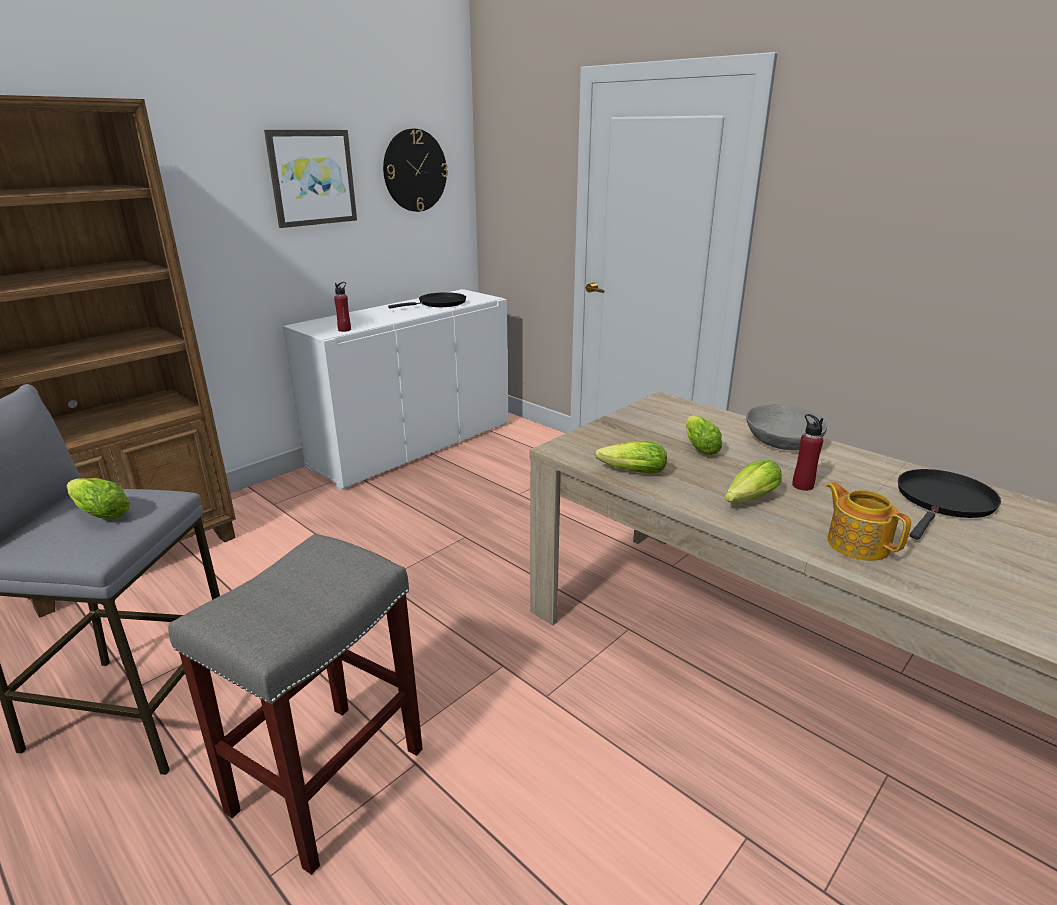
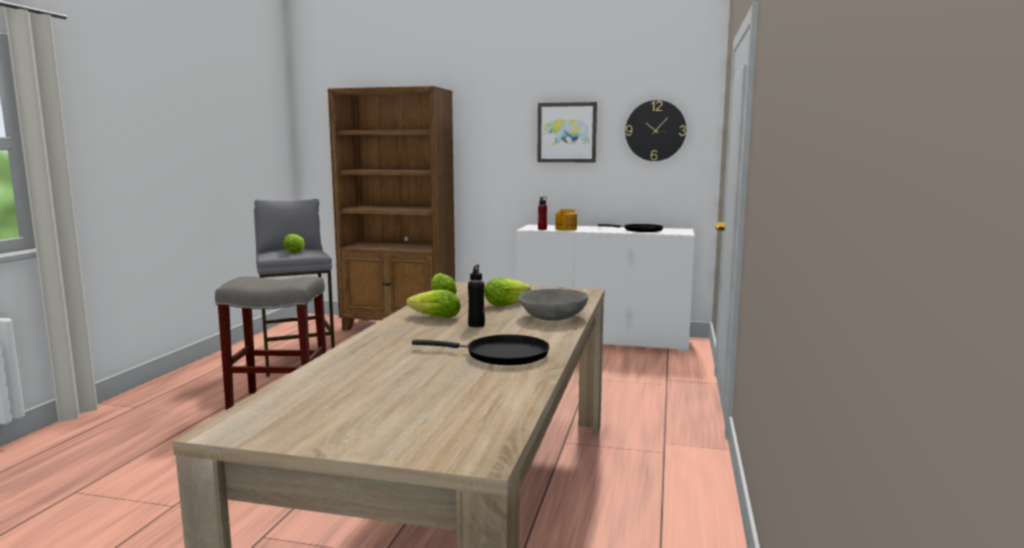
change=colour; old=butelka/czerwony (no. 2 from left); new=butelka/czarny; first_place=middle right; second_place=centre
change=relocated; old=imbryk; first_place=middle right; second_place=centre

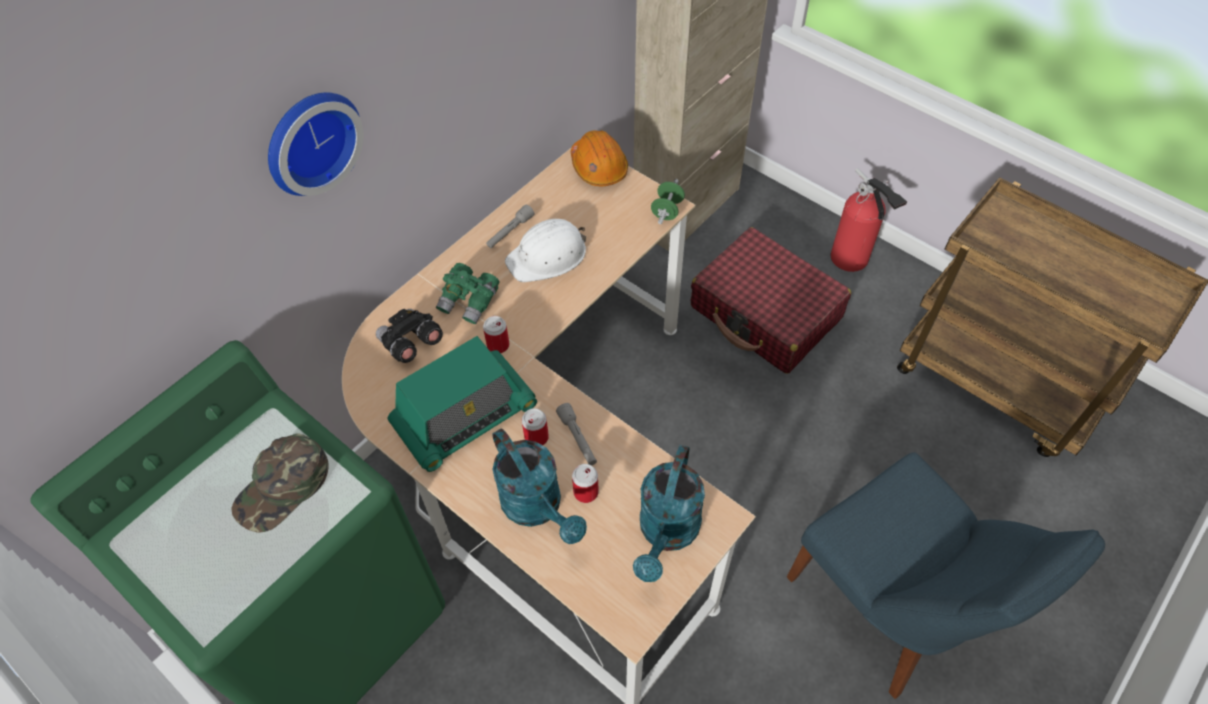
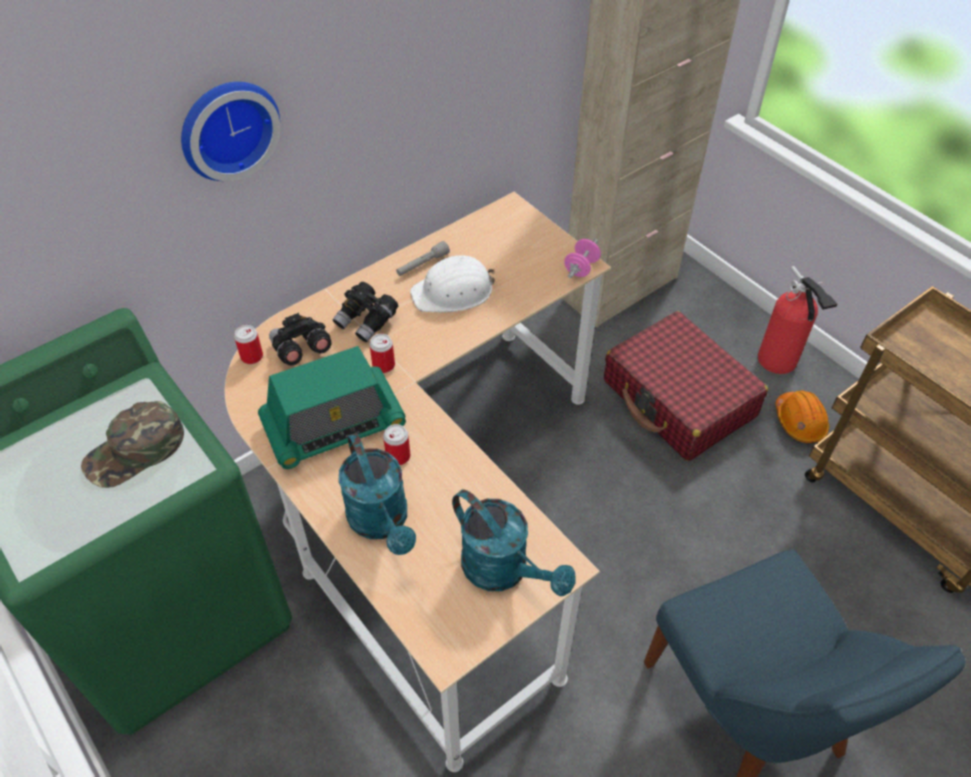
change=relocated; old=puszka (no. 3 from left in the first image); new=puszka (no. 1 from left); first_place=bottom centre; second_place=middle left
change=colour; old=lornetka/zielony; new=lornetka/czarny (no. 2 from left); first_place=centre; second_place=centre
change=spun; old=konewka/turkusowy (no. 2 from left); first_place=bottom centre; second_place=bottom centre; degrees=-75
change=colour; old=hantel/zielony; new=hantel/różowy; first_place=top centre; second_place=top centre
change=relocated; old=kask/pomarańczowy; first_place=top centre; second_place=middle right
change=missing; old=latarka/szary (no. 2 from left); first_place=centre

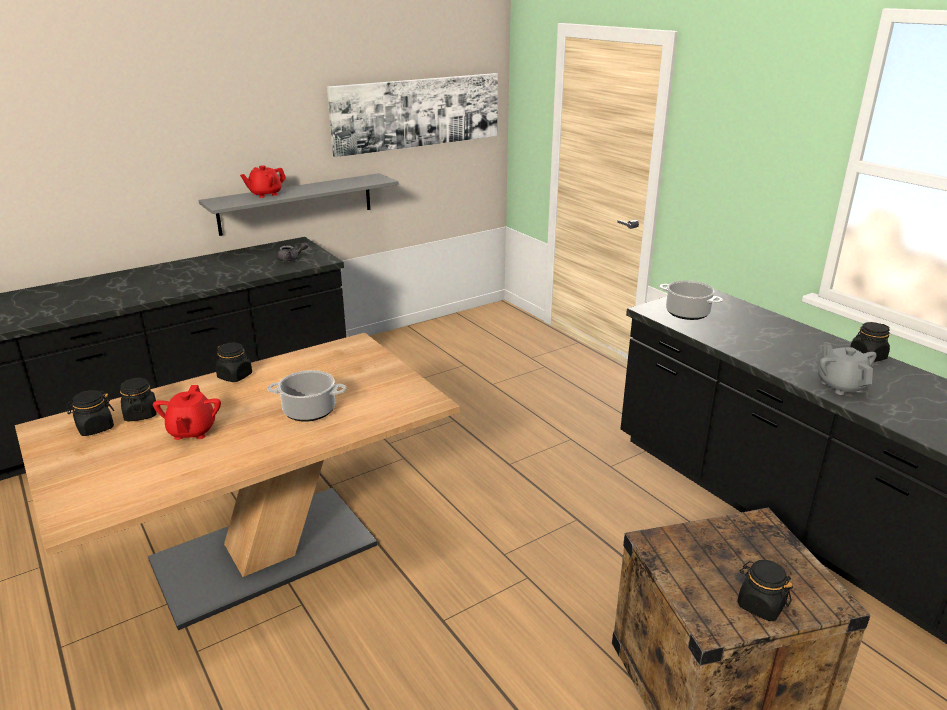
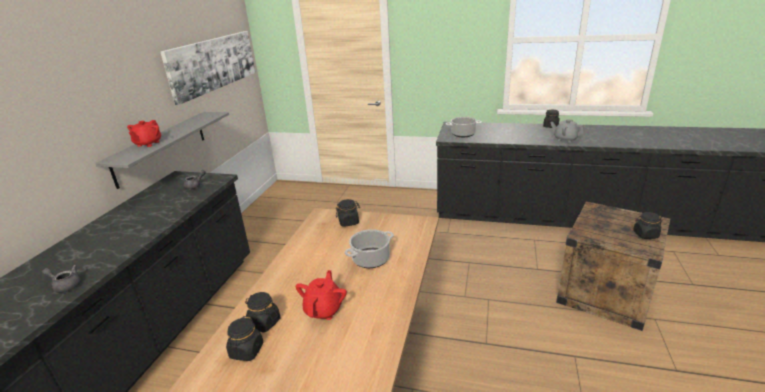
change=appeared; new=imbryk/szary (no. 1 from left); second_place=bottom left
change=spun; old=imbryk/czerwony (no. 1 from left in the first image); first_place=middle left; second_place=bottom centre; degrees=-120
change=relocated; old=słoik/czarny (no. 3 from left); first_place=middle left; second_place=centre

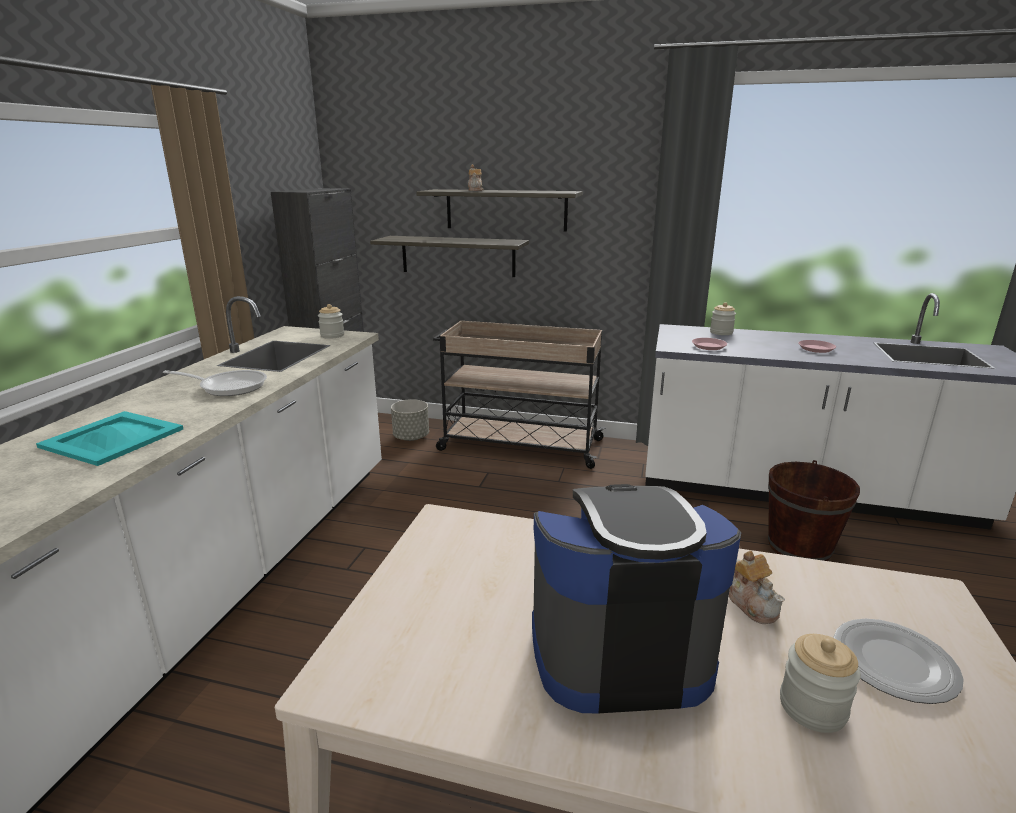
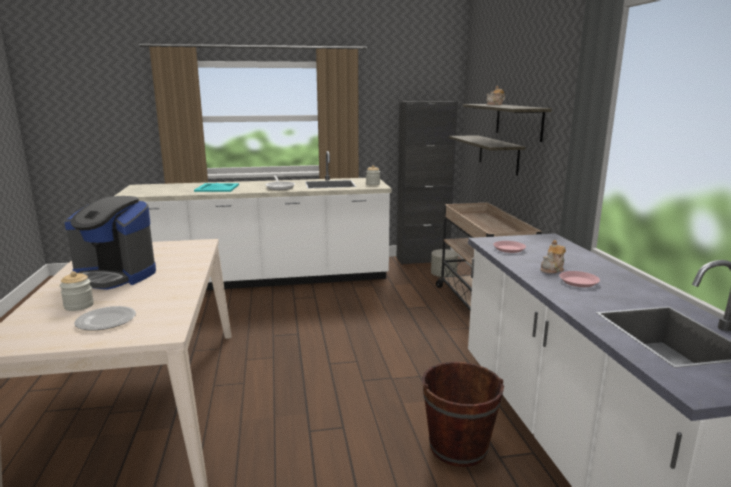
change=spun; old=ekspres do kawy; first_place=bottom centre; second_place=middle left; degrees=135
change=relocated; old=imbryk (no. 2 from left); first_place=bottom right; second_place=middle right
change=missing; old=słoik (no. 2 from left); first_place=middle right

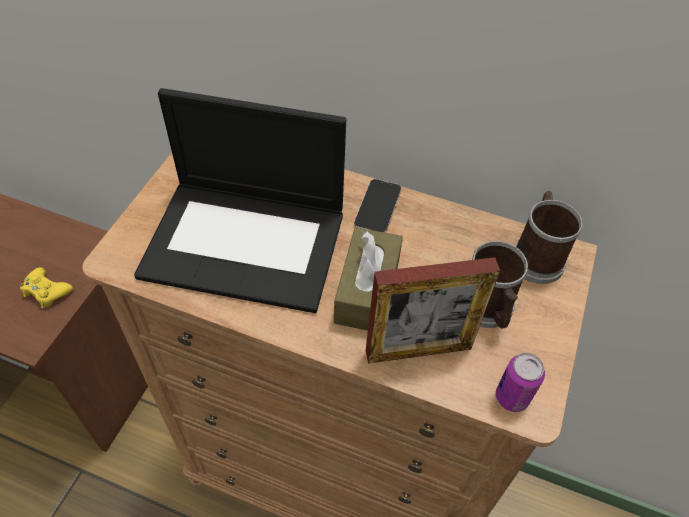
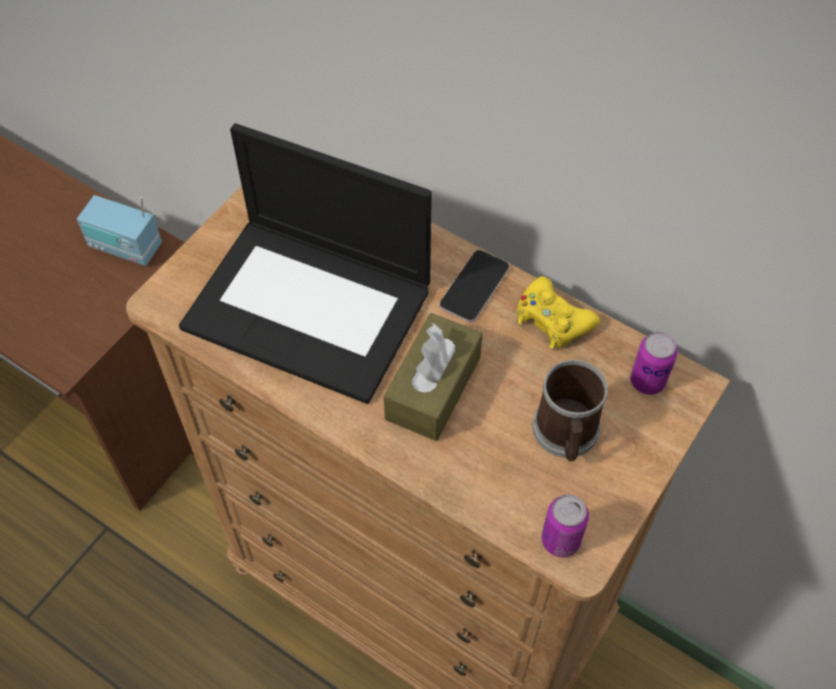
change=appeared; new=radio; second_place=middle left
change=relocated; old=pad do gier/żółty; first_place=middle left; second_place=middle right
change=exchanged; old=kubek (no. 2 from left); new=puszka (no. 2 from left); first_place=middle right; second_place=middle right
change=missing; old=ramka na zdjęcie; first_place=centre

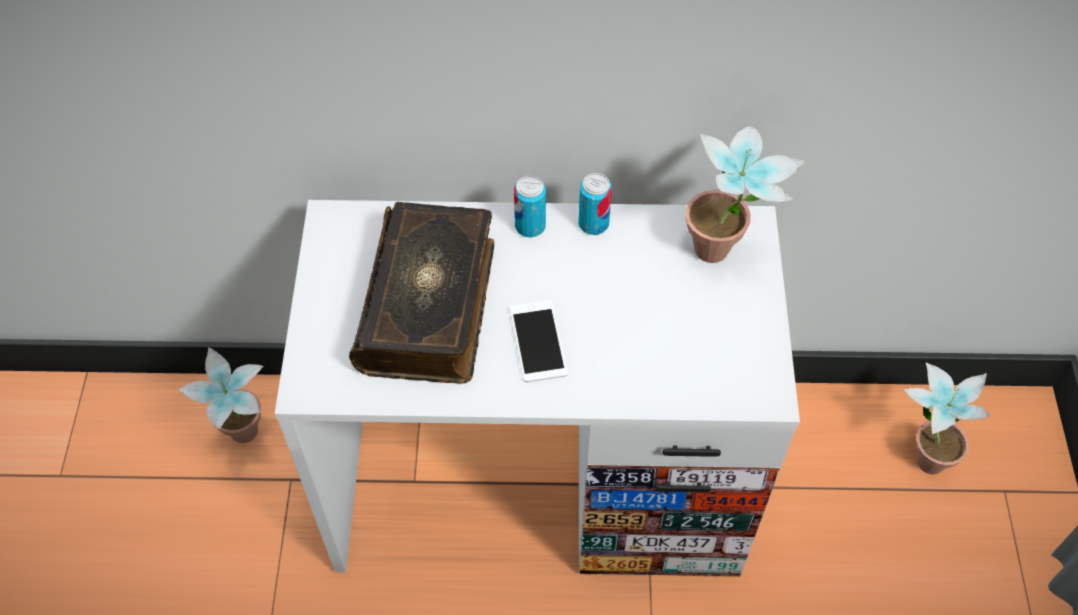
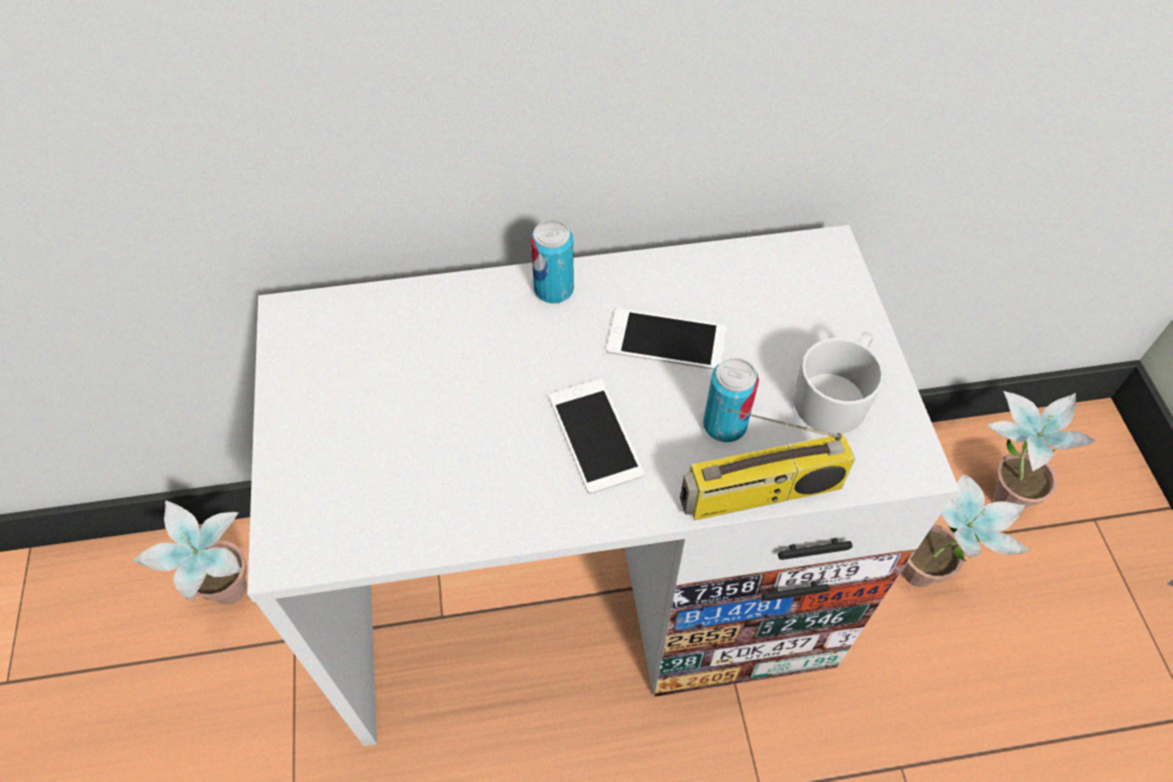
change=appeared; new=telefon (no. 2 from left); second_place=centre
change=appeared; new=radio; second_place=centre
change=relocated; old=puszka (no. 2 from left); first_place=top centre; second_place=centre
change=appeared; new=kubek/biały; second_place=middle right
change=relocated; old=roślina doniczkowa (no. 2 from left); first_place=top right; second_place=bottom right
change=missing; old=książka; first_place=centre

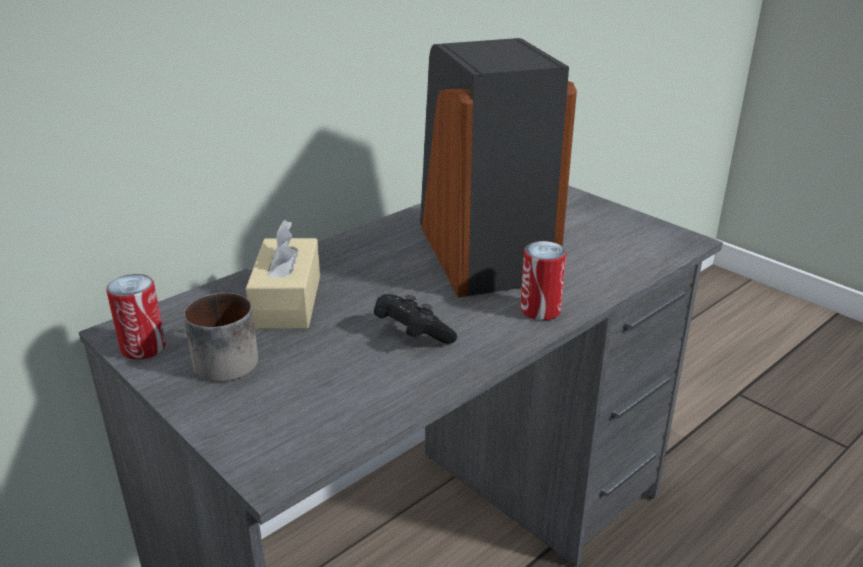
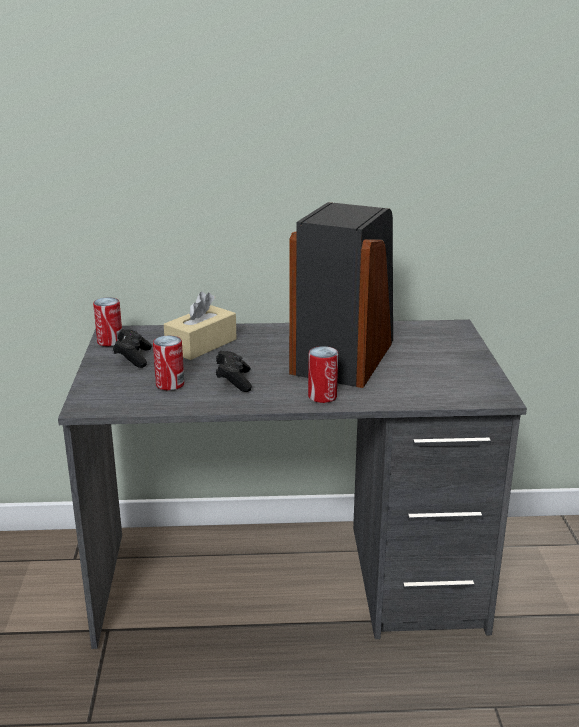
change=exchanged; old=kubek; new=pad do gier/czarny (no. 1 from left); first_place=middle left; second_place=middle left
change=appeared; new=puszka (no. 2 from left); second_place=middle left

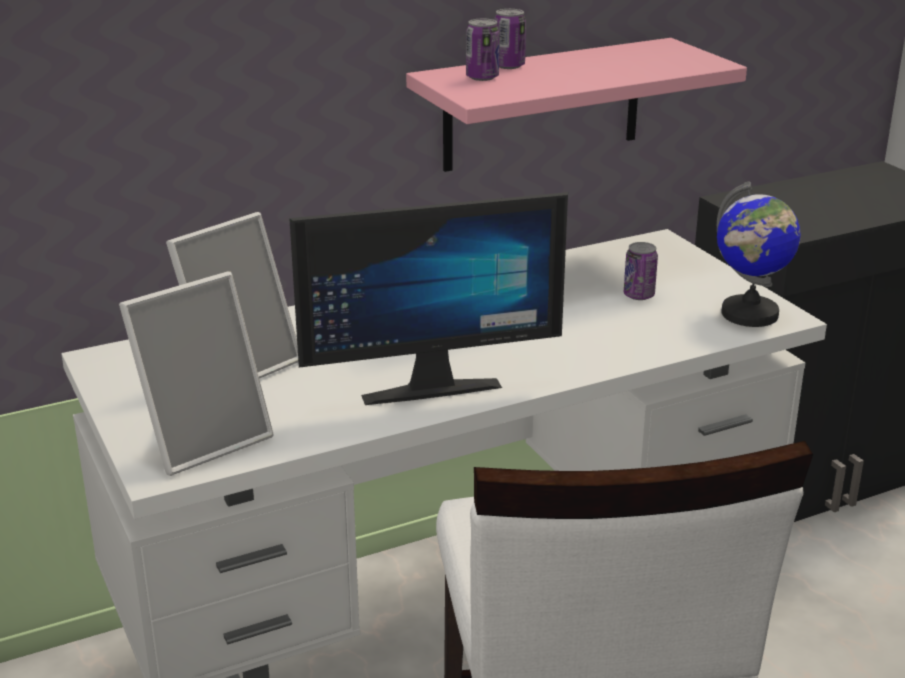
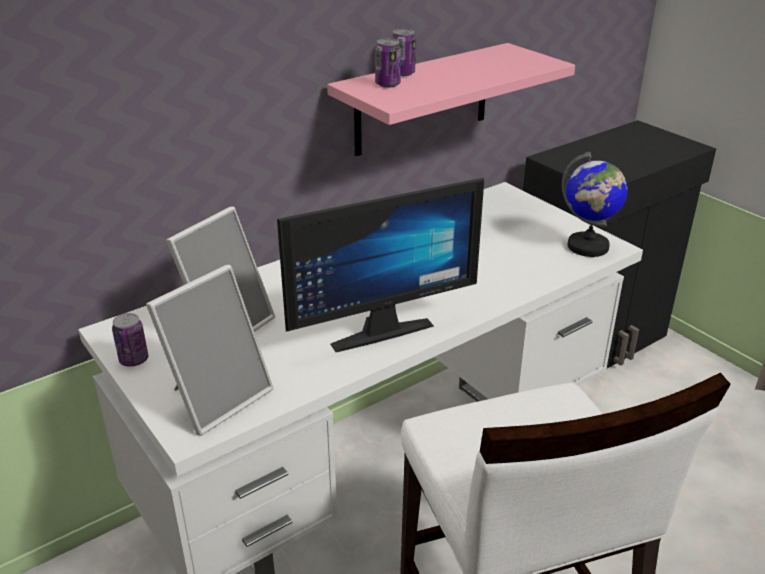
change=relocated; old=puszka (no. 3 from left in the first image); new=puszka (no. 1 from left); first_place=middle right; second_place=middle left

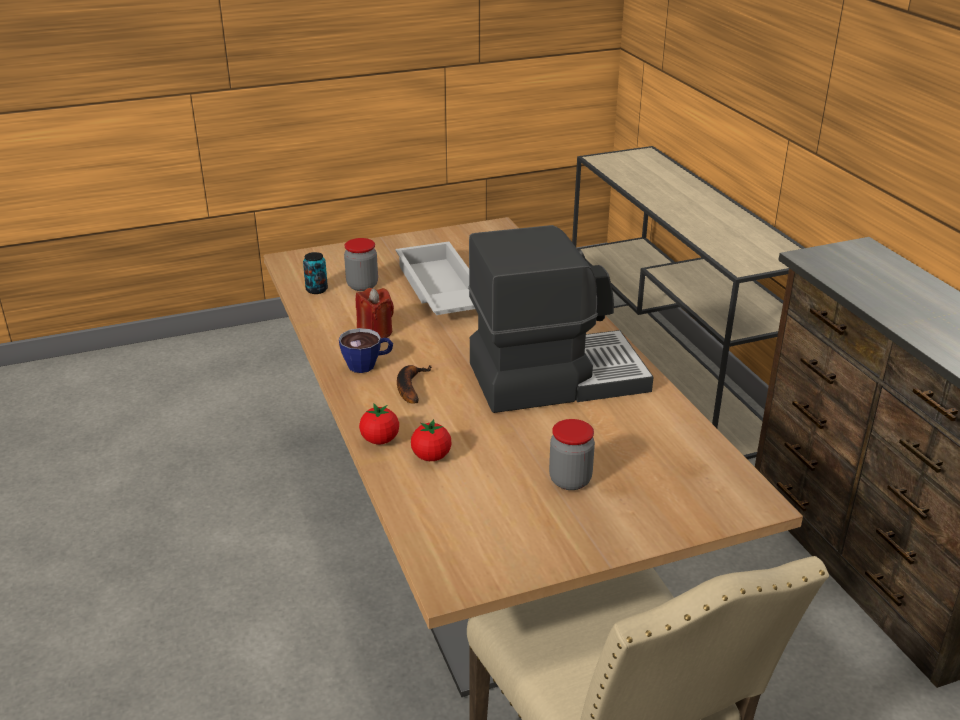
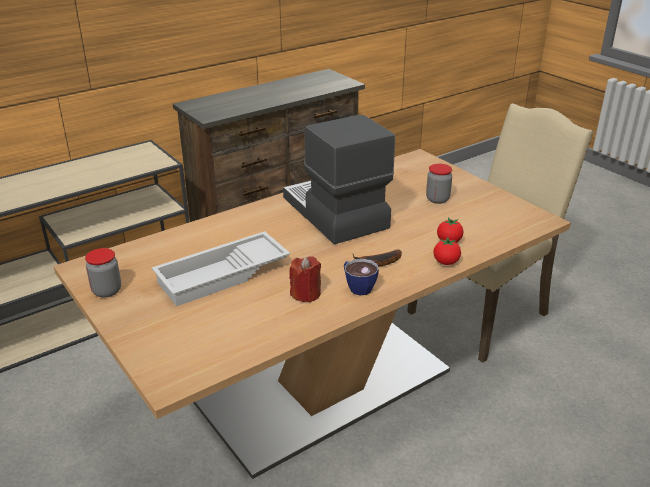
change=relocated; old=słoik (no. 1 from left); first_place=centre; second_place=middle left
change=missing; old=puszka; first_place=middle left

